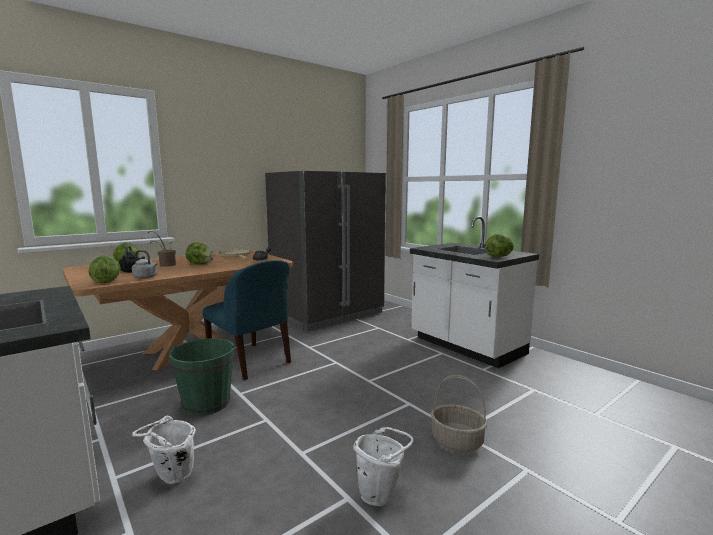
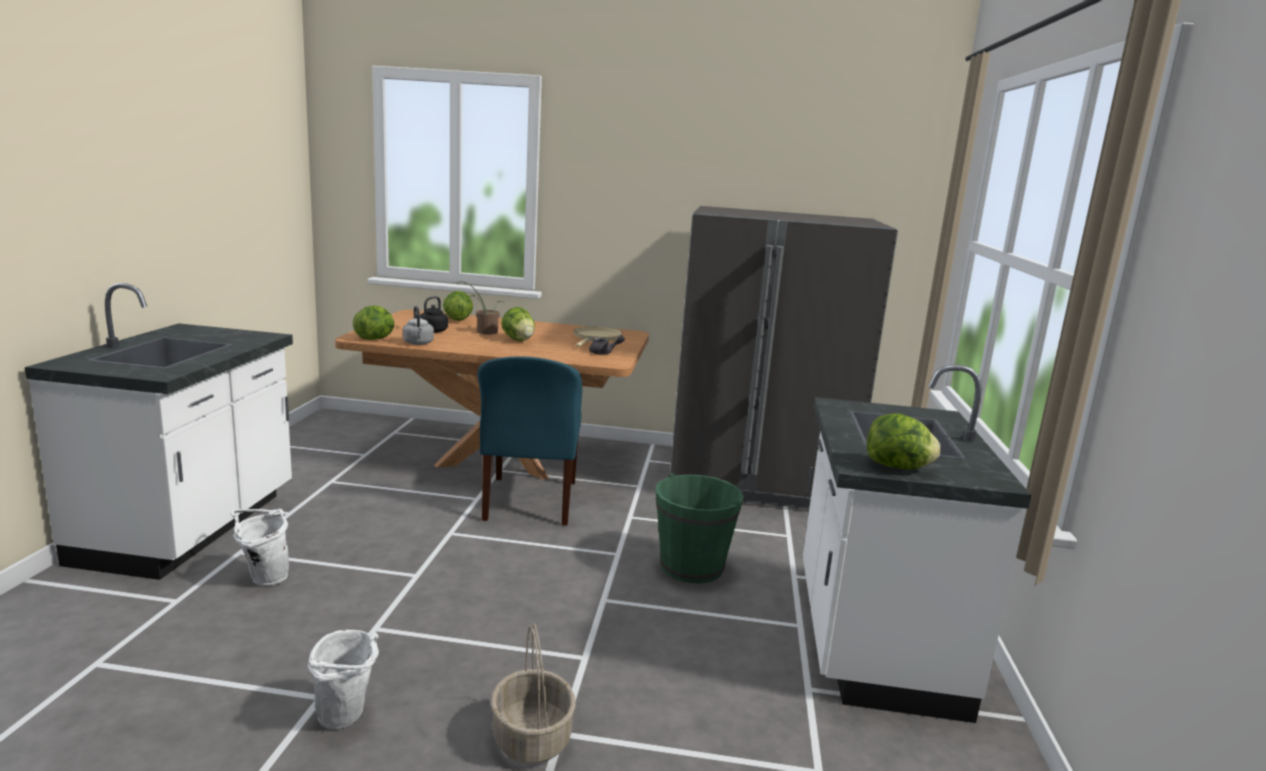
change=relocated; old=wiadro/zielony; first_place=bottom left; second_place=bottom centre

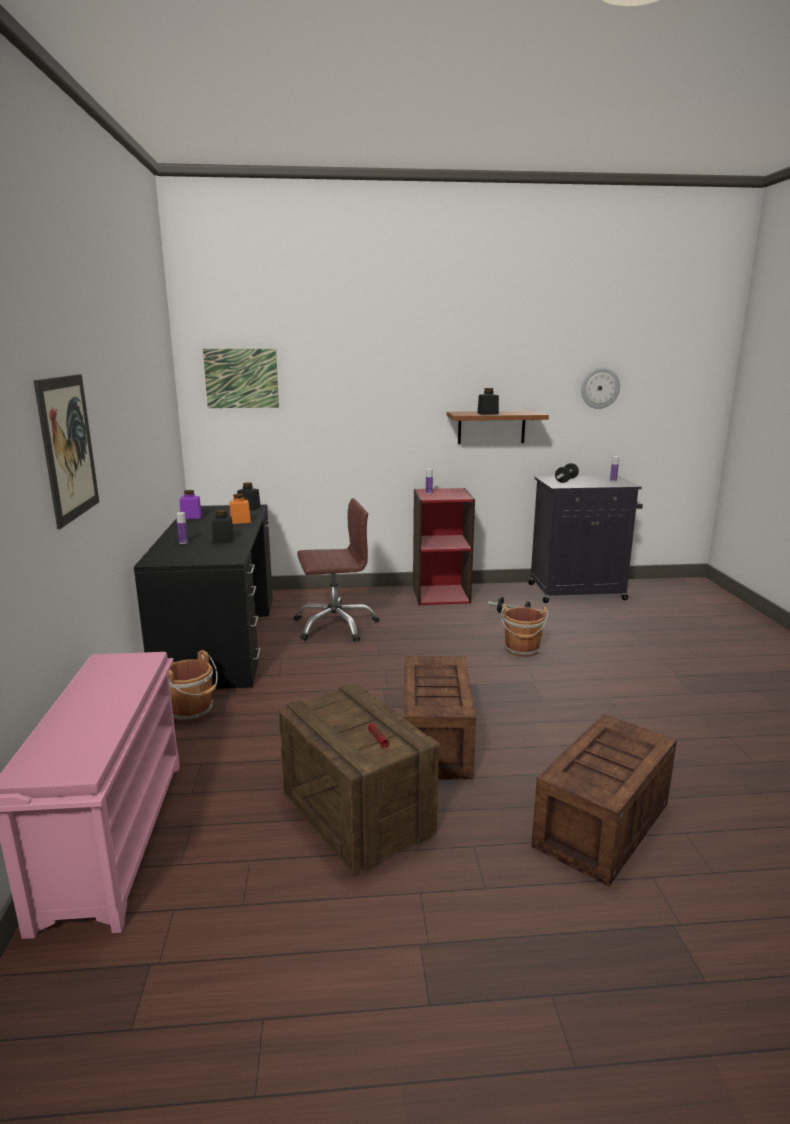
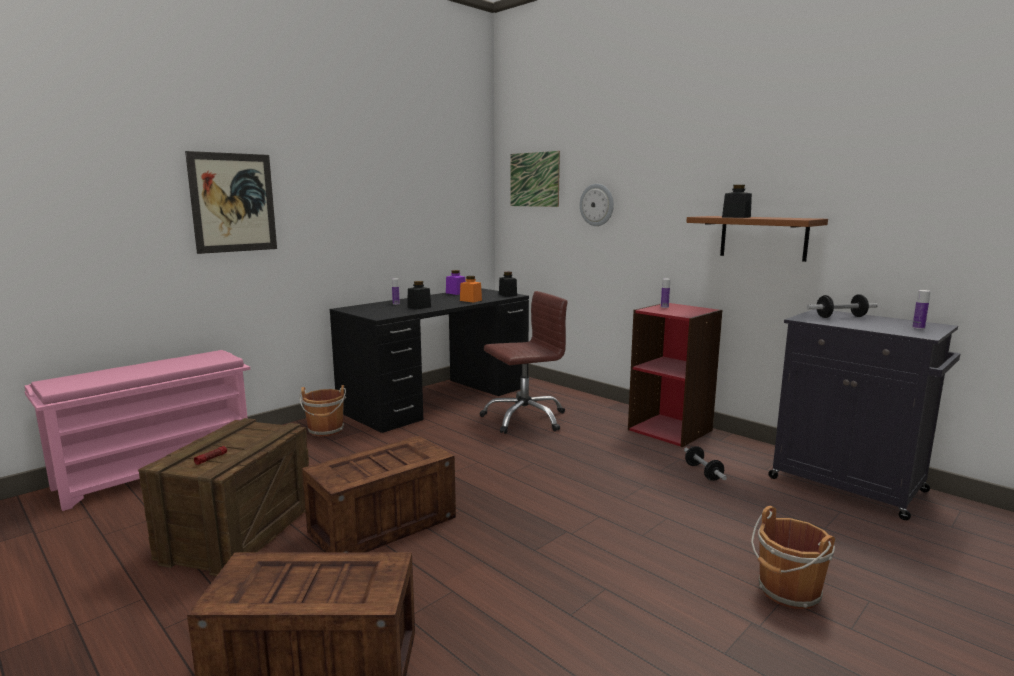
change=spun; old=krzesło biurowe/brązowy; first_place=centre; second_place=centre; degrees=-60
change=relocated; old=zegar ścienny; first_place=middle right; second_place=top centre
change=relocated; old=wiadro/brązowy (no. 2 from left); first_place=centre; second_place=bottom right

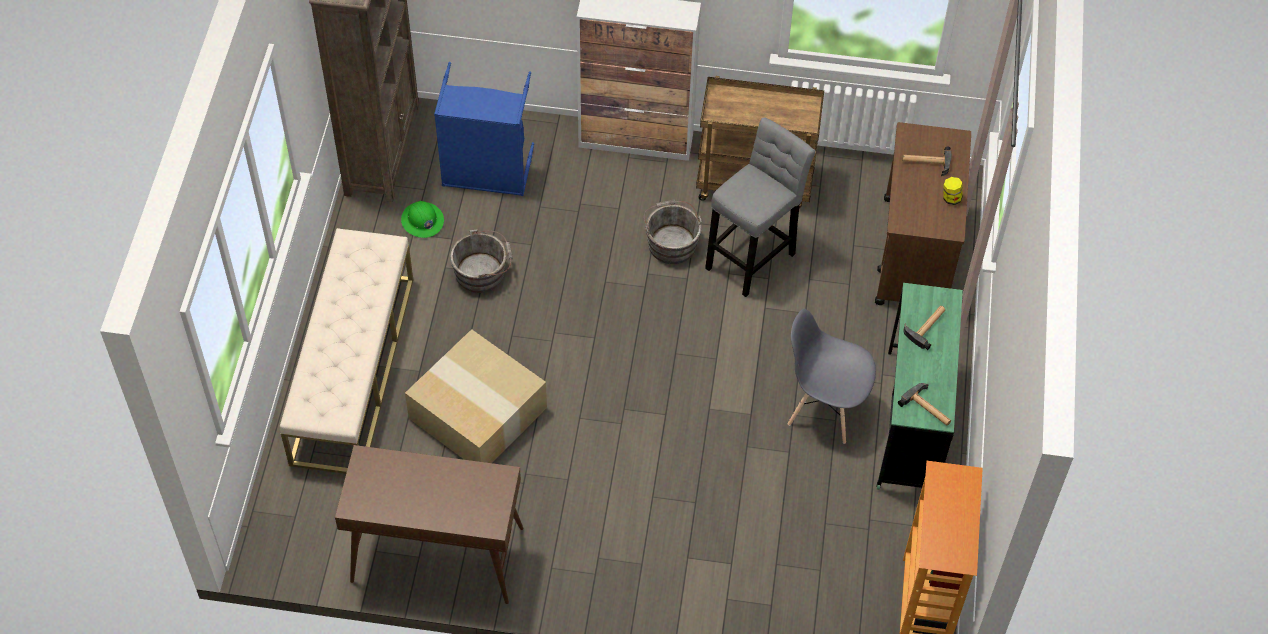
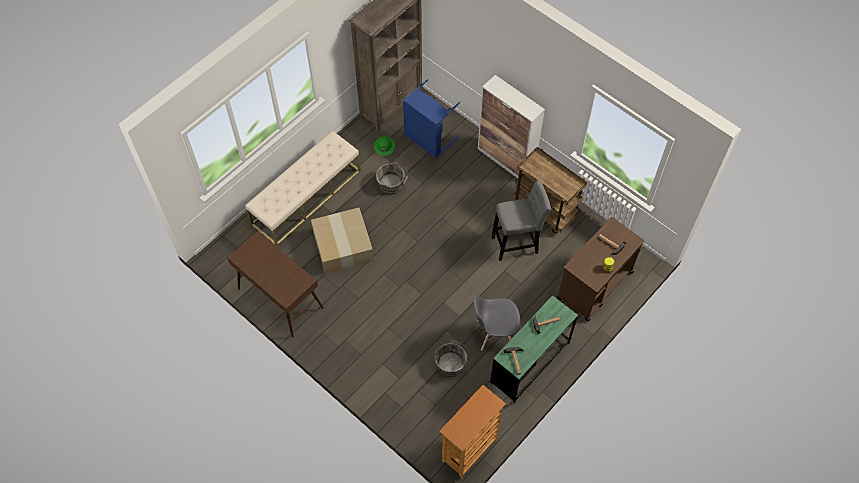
change=relocated; old=wiadro/szary (no. 2 from left); first_place=centre; second_place=bottom centre
change=spun; old=krzesło/szary; first_place=centre; second_place=bottom centre; degrees=-60

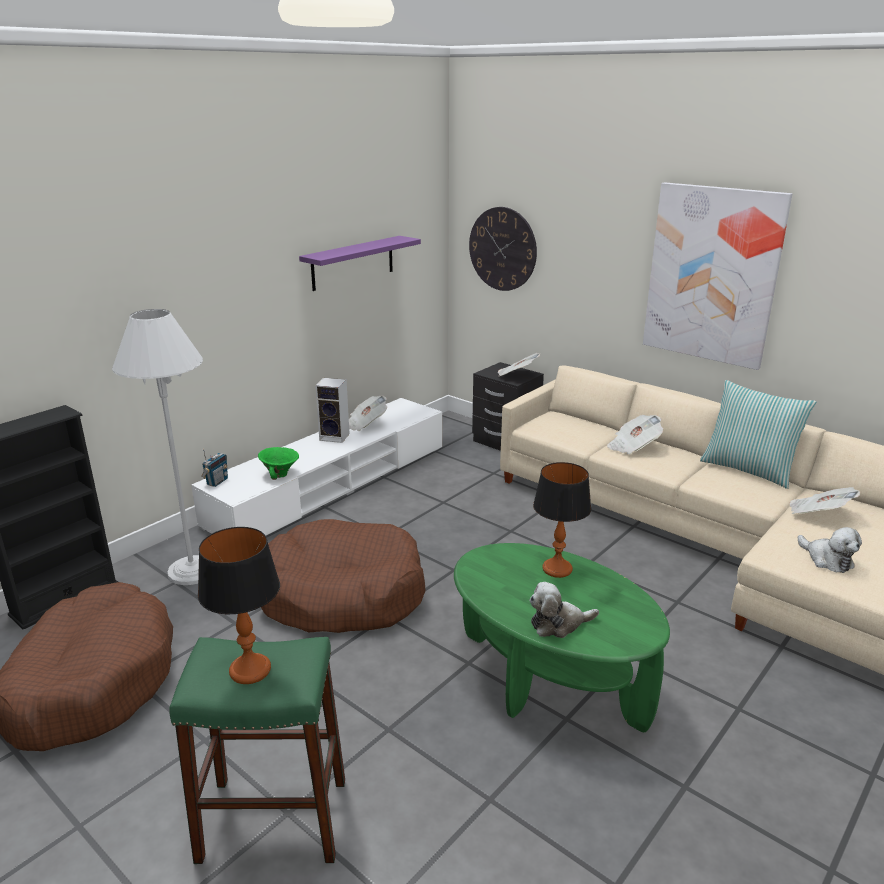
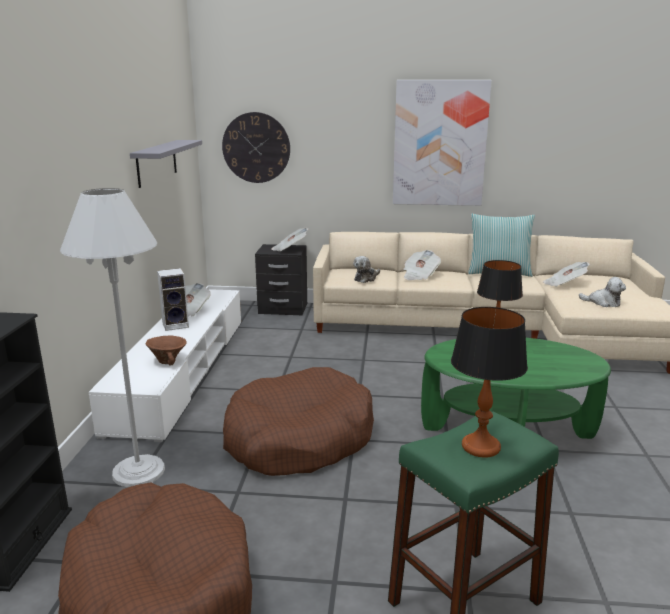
change=colour; old=półka/fioletowy; new=półka/szary; first_place=top centre; second_place=top left
change=colour; old=miska/zielony; new=miska/brązowy; first_place=middle left; second_place=middle left
change=relocated; old=pluszak (no. 1 from left); first_place=bottom centre; second_place=centre
change=missing; old=radio; first_place=middle left

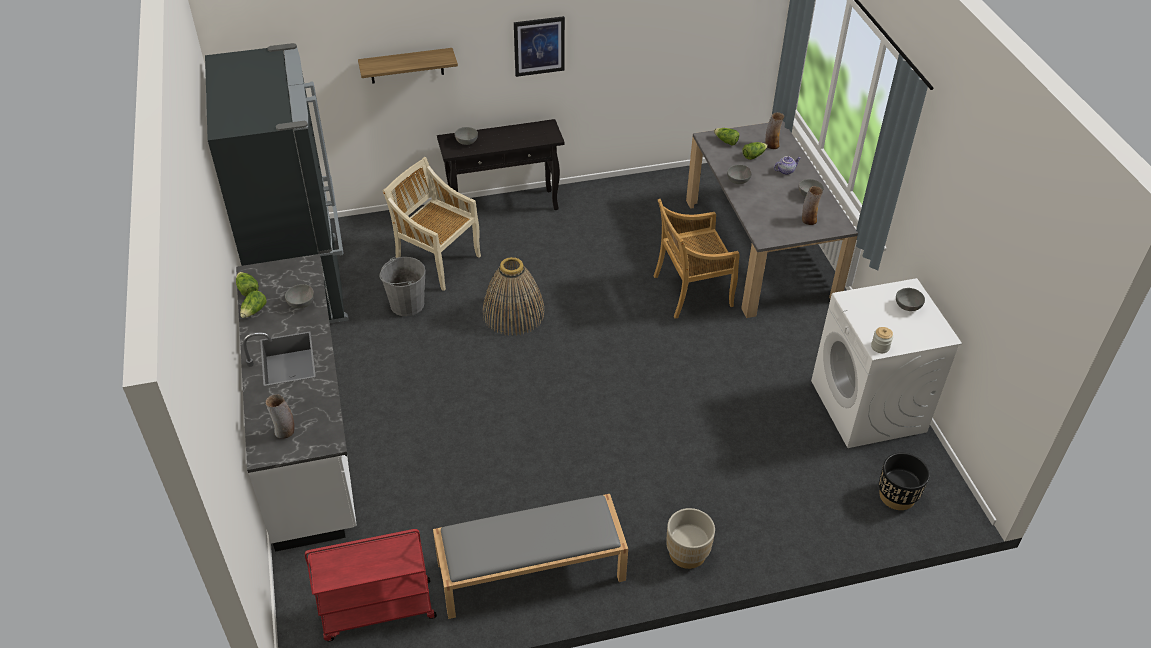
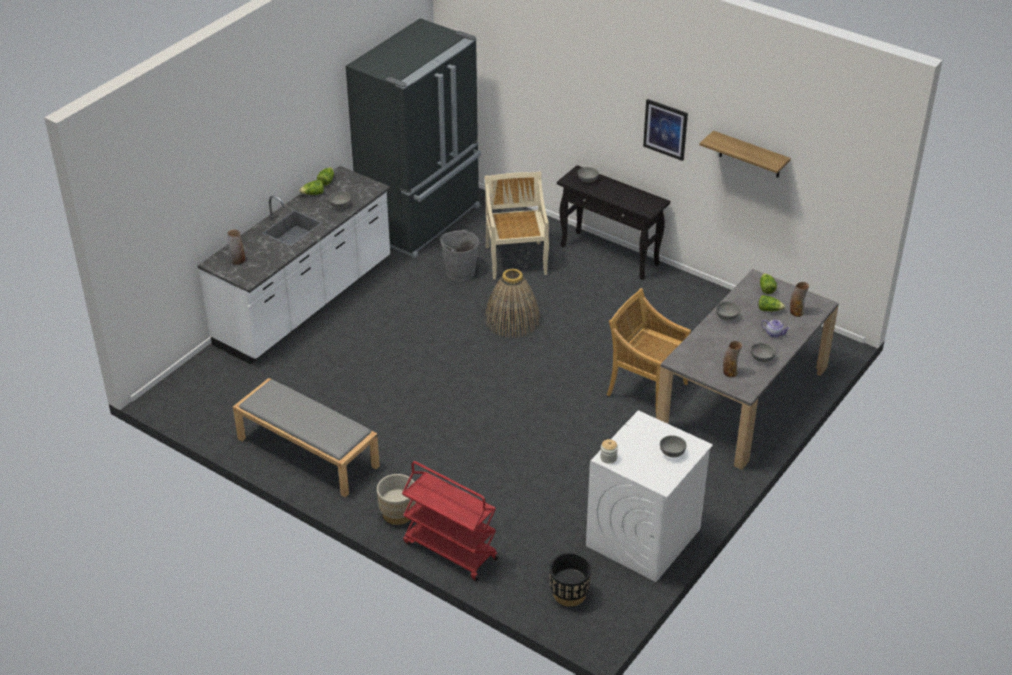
change=relocated; old=wózek/czerwony; first_place=bottom left; second_place=bottom centre
change=relocated; old=półka; first_place=top centre; second_place=top right

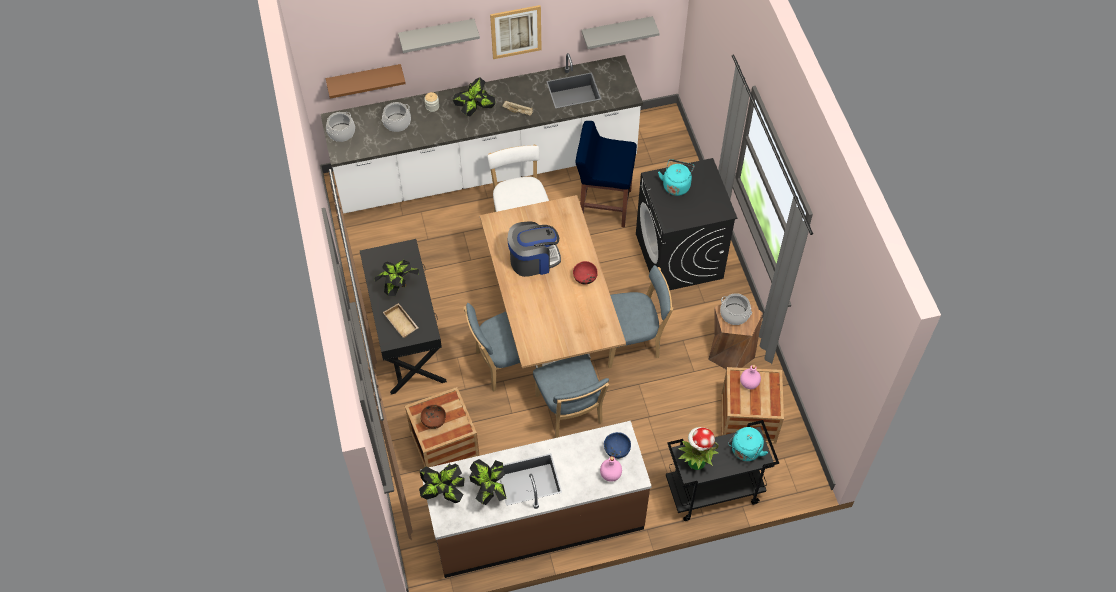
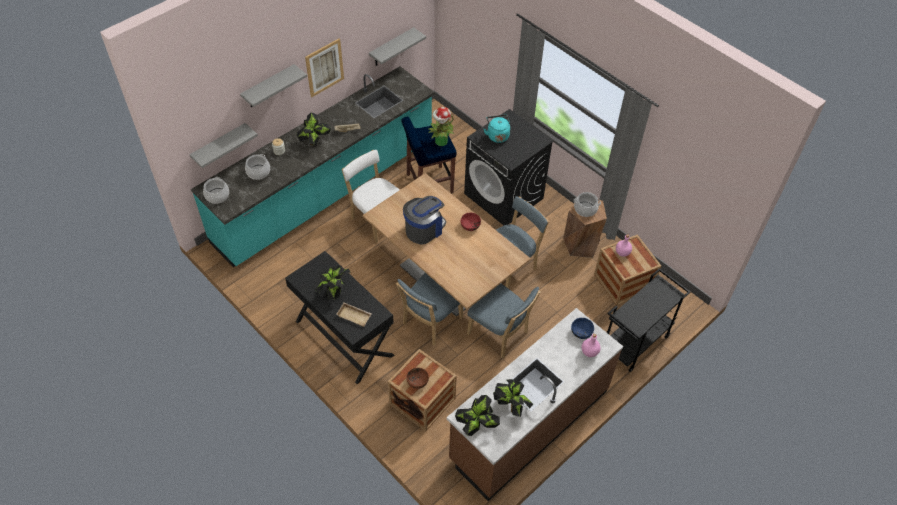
change=colour; old=półka/brązowy; new=półka/szary (no. 1 from left); first_place=top left; second_place=top left
change=colour; old=zabudowa kuchenna/biały; new=zabudowa kuchenna/turkusowy; first_place=top centre; second_place=top centre
change=relocated; old=roślina doniczkowa (no. 5 from left in the first image); new=roślina doniczkowa (no. 3 from left); first_place=bottom centre; second_place=top centre
change=missing; old=czajnik/turkusowy (no. 2 from left); first_place=bottom right

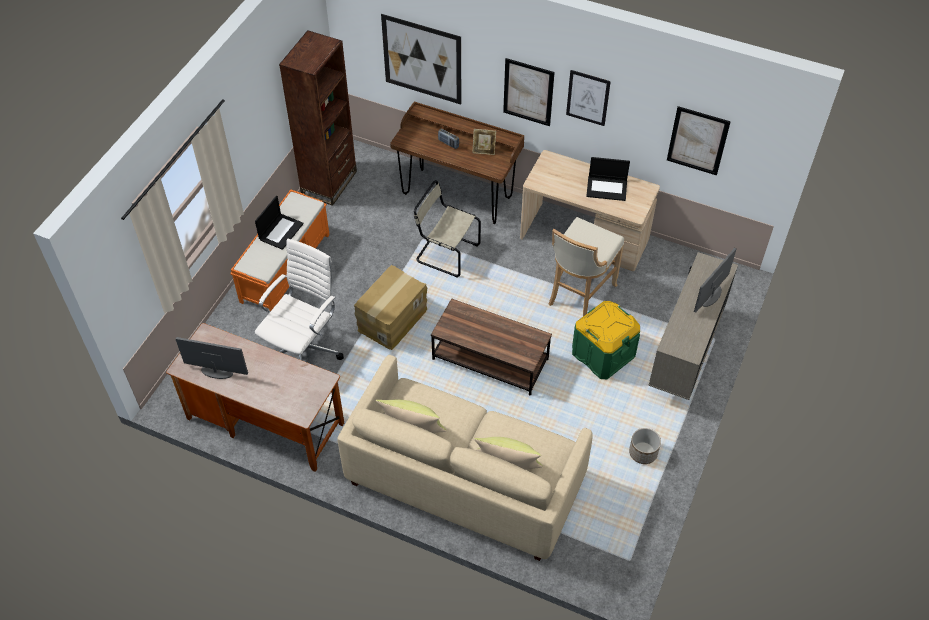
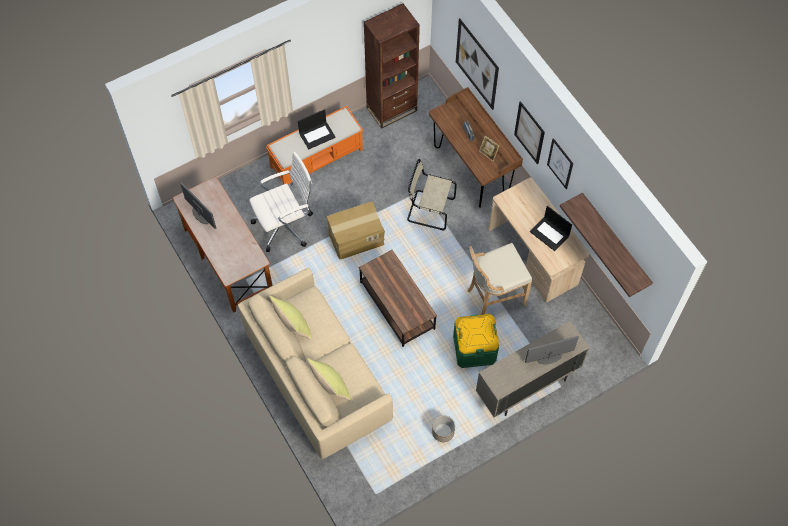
change=spun; old=krzesło/beżowy; first_place=centre; second_place=centre; degrees=-45
change=exchanged; old=obraz (no. 4 from left); new=półka; first_place=top right; second_place=middle right

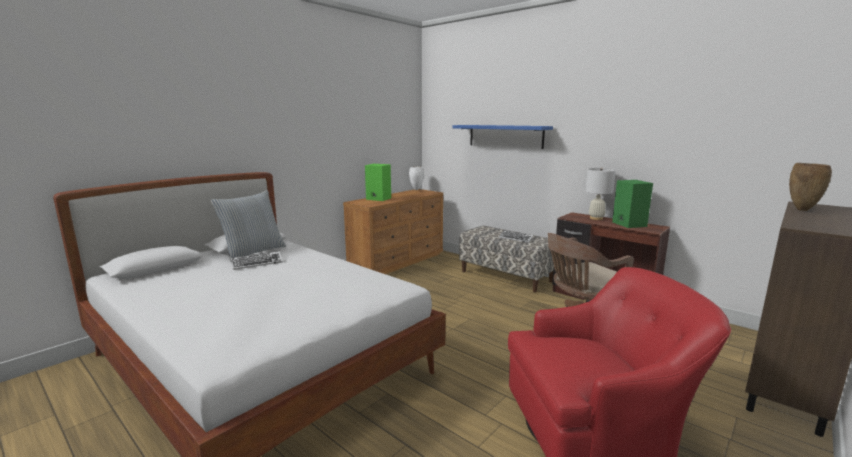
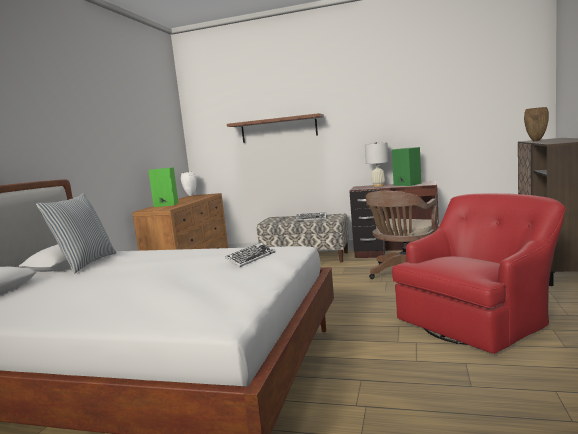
change=relocated; old=klawiatura (no. 1 from left); first_place=middle left; second_place=centre
change=colour; old=półka/niebieski; new=półka/brązowy; first_place=top centre; second_place=top centre

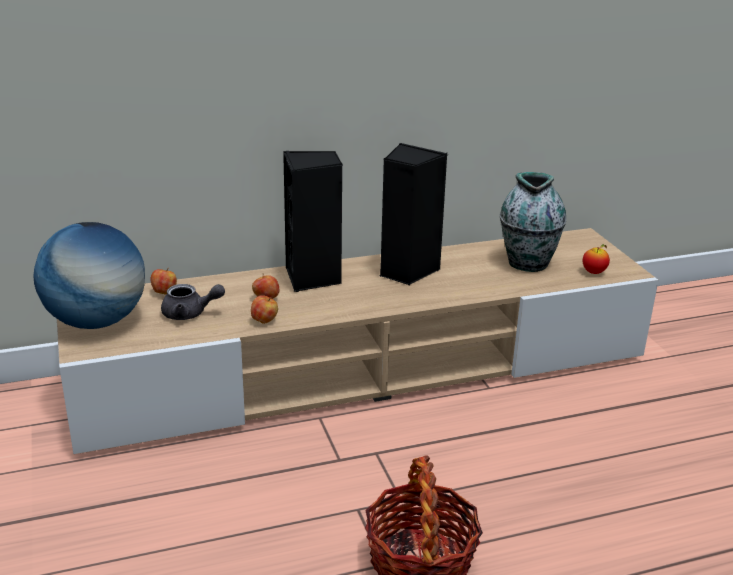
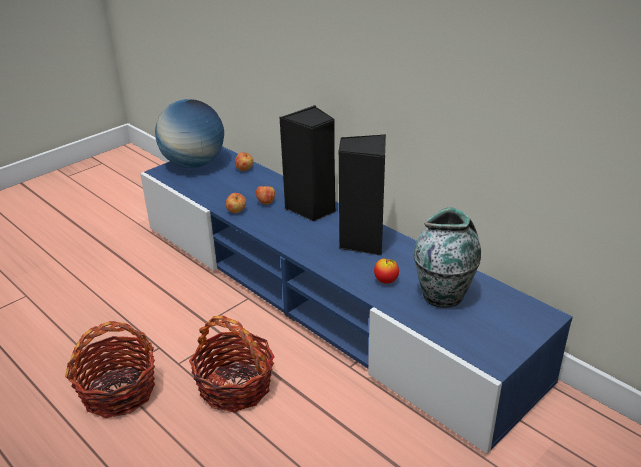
change=colour; old=szafka pod telewizor/beżowy; new=szafka pod telewizor/niebieski; first_place=centre; second_place=centre
change=appeared; new=koszyk (no. 2 from left); second_place=bottom centre
change=relocated; old=jabłko (no. 4 from left); first_place=middle right; second_place=centre
change=missing; old=imbryk/szary; first_place=middle left

